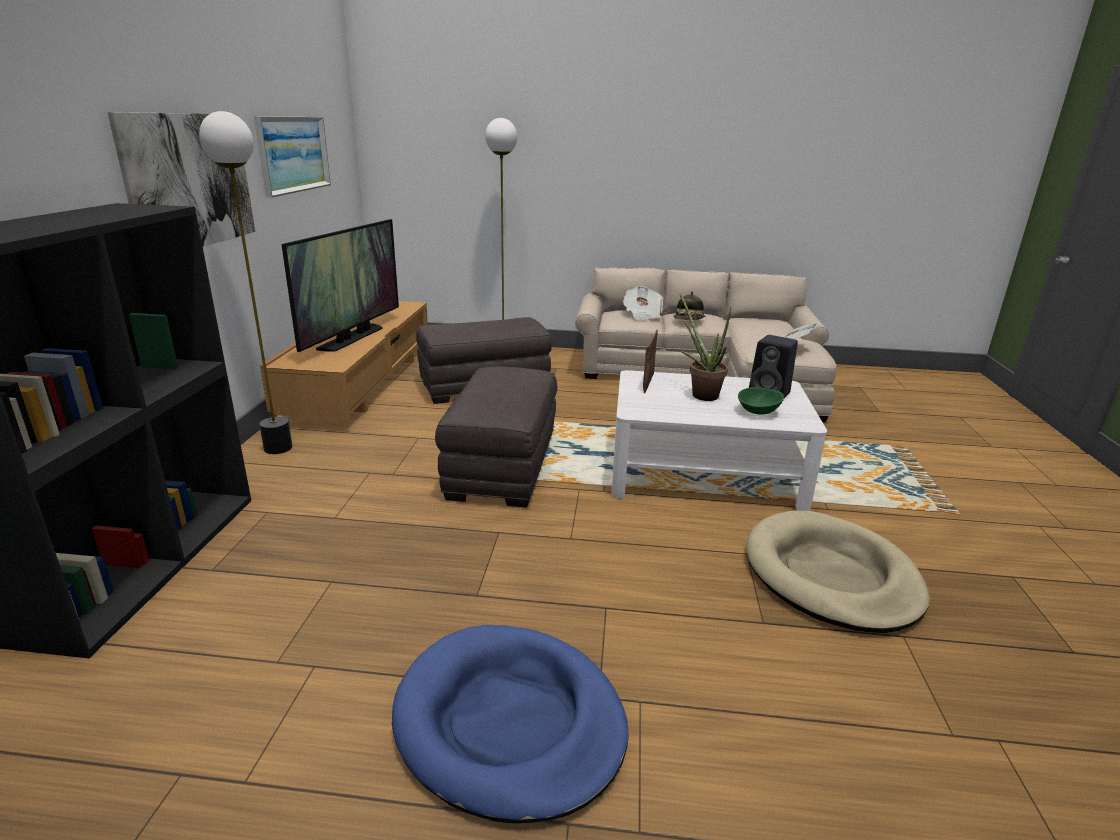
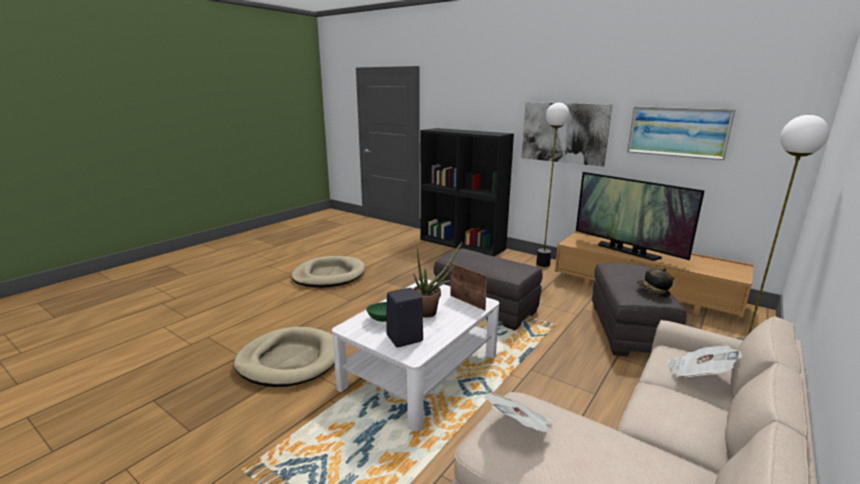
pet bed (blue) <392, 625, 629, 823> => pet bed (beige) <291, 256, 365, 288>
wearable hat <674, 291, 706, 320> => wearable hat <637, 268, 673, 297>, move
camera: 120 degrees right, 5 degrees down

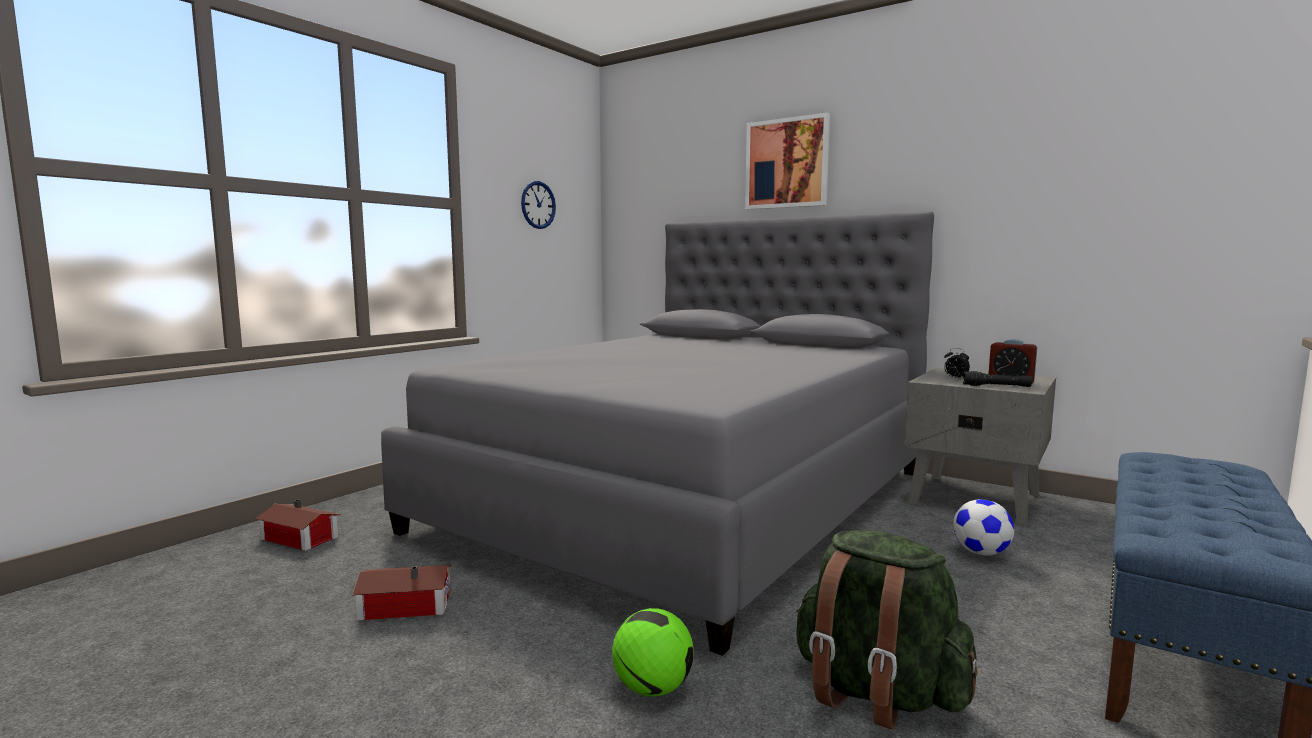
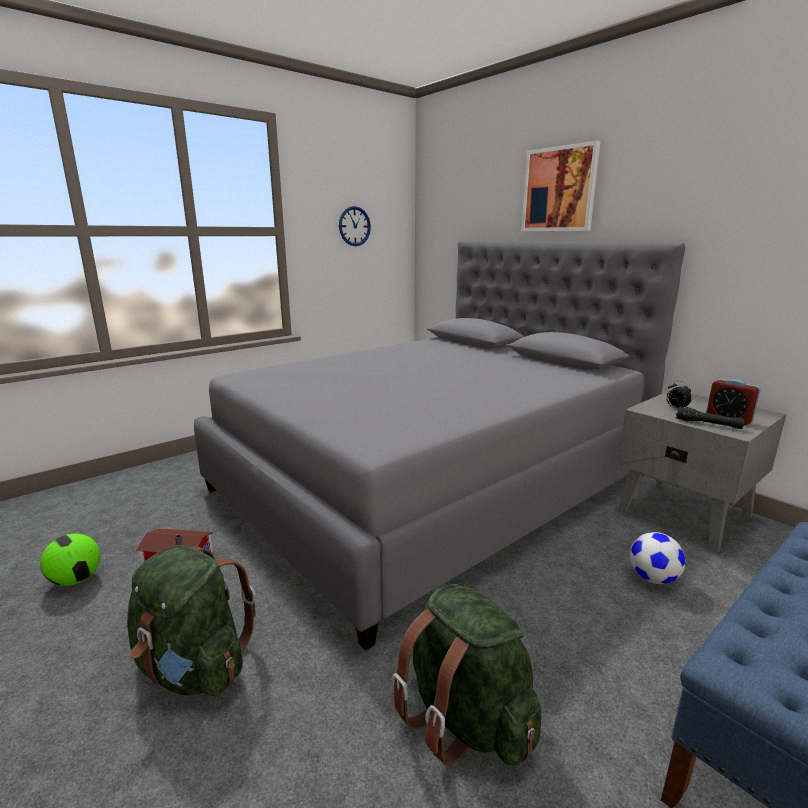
toy house <255, 500, 340, 551> => nothing
football ball <612, 608, 694, 696> => football ball <40, 534, 100, 586>, move
nothing => backpack (green) <127, 545, 256, 696>
camera: 15 degrees right, 10 degrees up

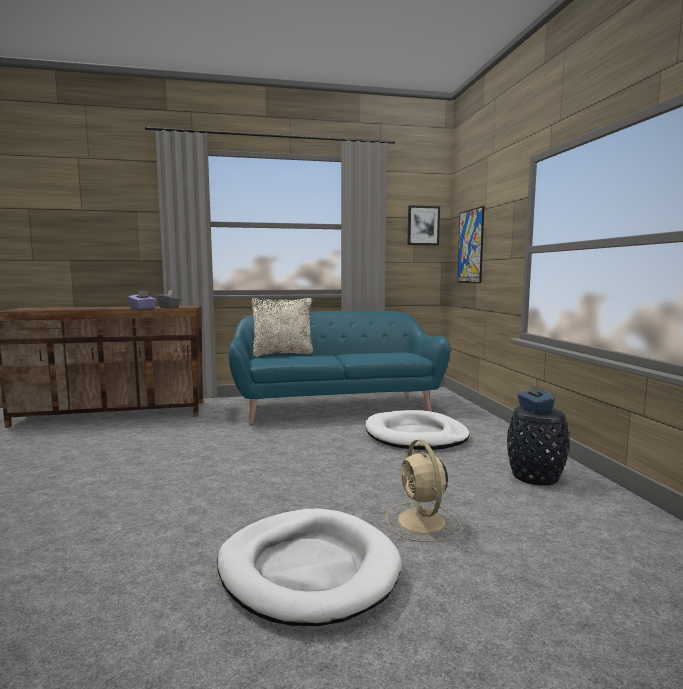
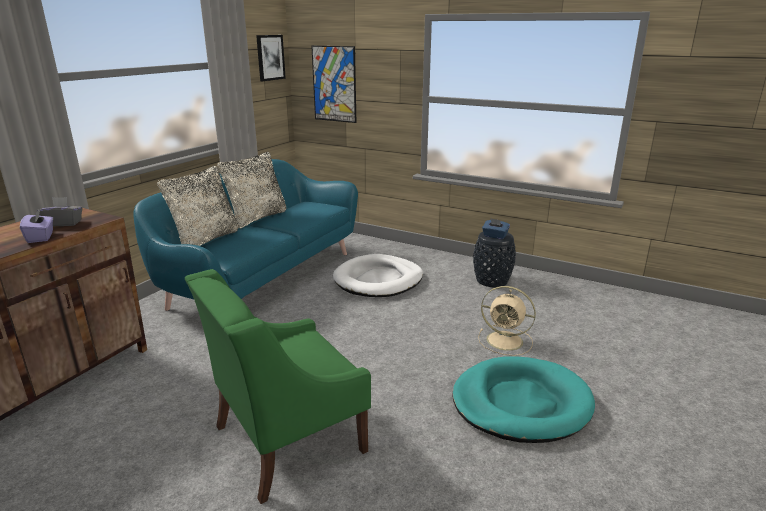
pet bed (whitish) <217, 509, 401, 626> => pet bed (turquoise-coloured) <452, 357, 595, 443>
nothing => easy chair (green) <185, 269, 371, 504>
nothing => pillow (beige) <217, 152, 286, 228>
camera: 50 degrees left, 15 degrees up

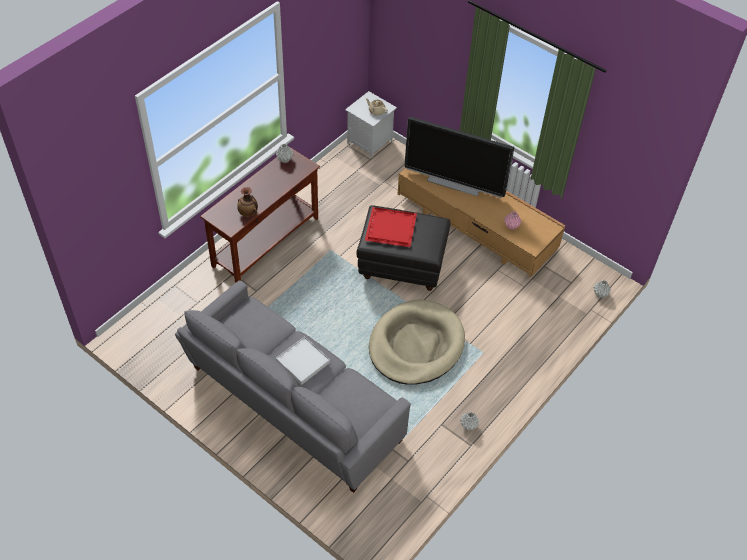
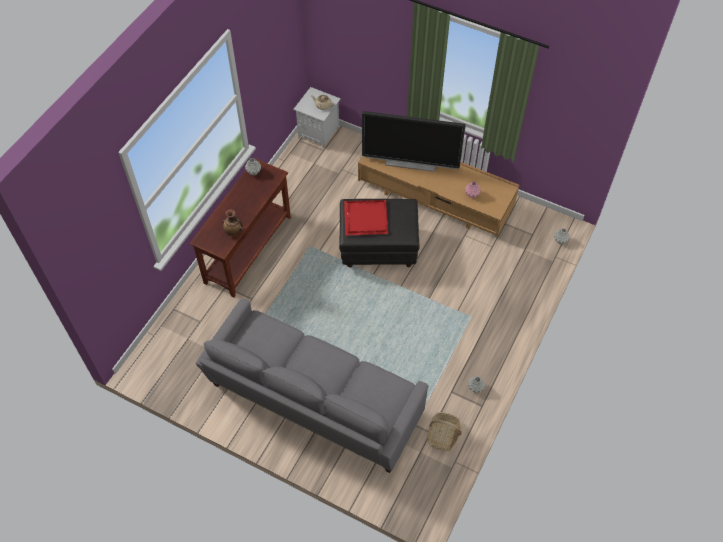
serving tray (whitish) <276, 336, 330, 385> => nothing
pet bed (beige) <369, 300, 465, 385> => nothing
nothing => basket <428, 412, 462, 451>
camera: 10 degrees left, 5 degrees up

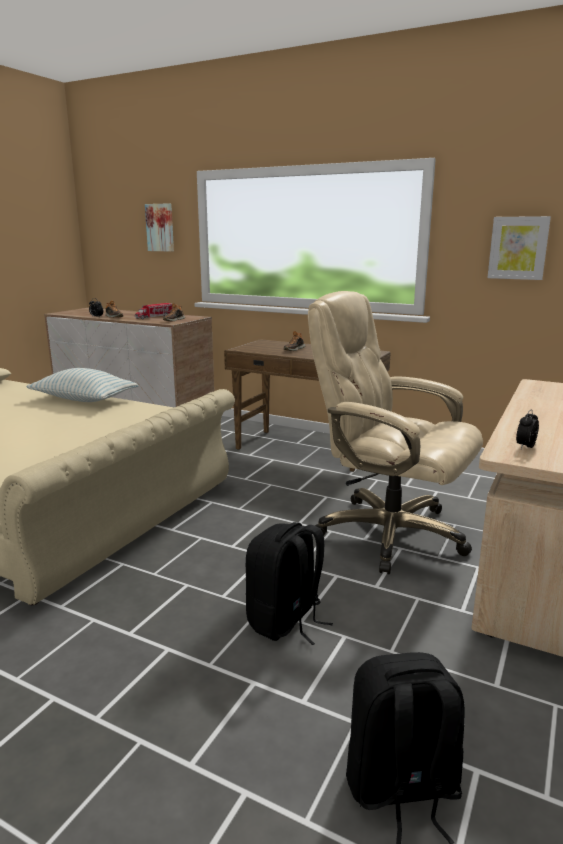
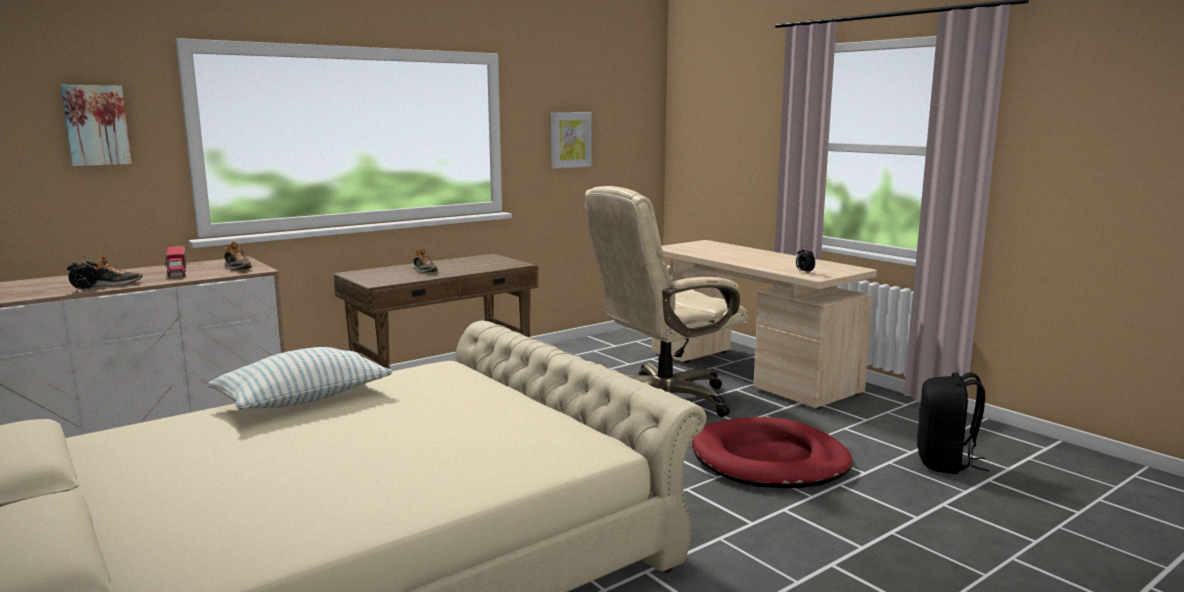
backpack (black) <246, 522, 333, 645> => pet bed (red-coloured) <692, 417, 853, 488>
camera: 65 degrees left, 5 degrees down

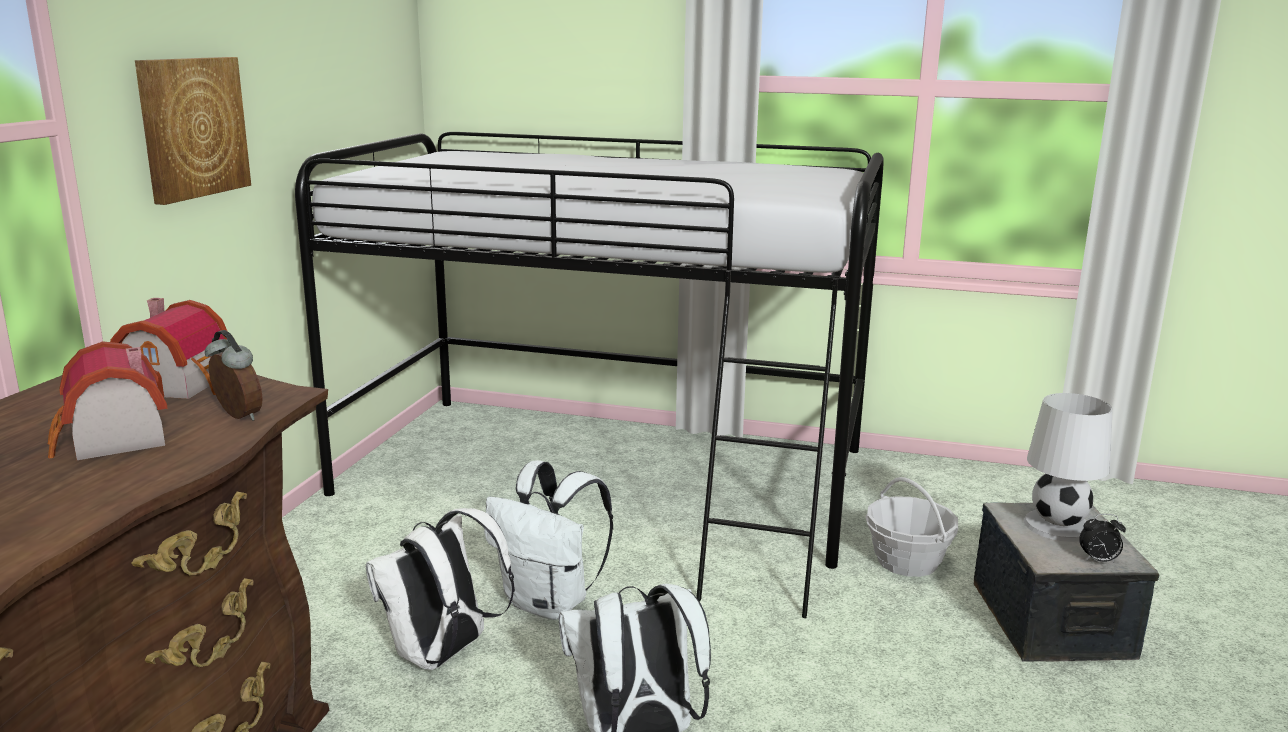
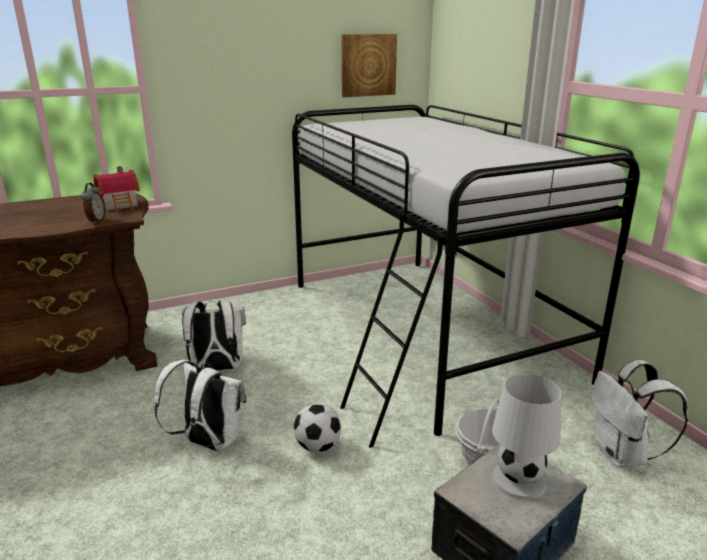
toy house <48, 341, 168, 460> => nothing
wall art <135, 57, 251, 205> => wall art <342, 34, 397, 97>, move
backpack (whitish) <484, 460, 613, 620> => backpack (whitish) <591, 360, 688, 467>, move
alarm clock <1079, 514, 1126, 562> => nothing
nothing => football ball <294, 404, 341, 452>
camera: 50 degrees right, 5 degrees up

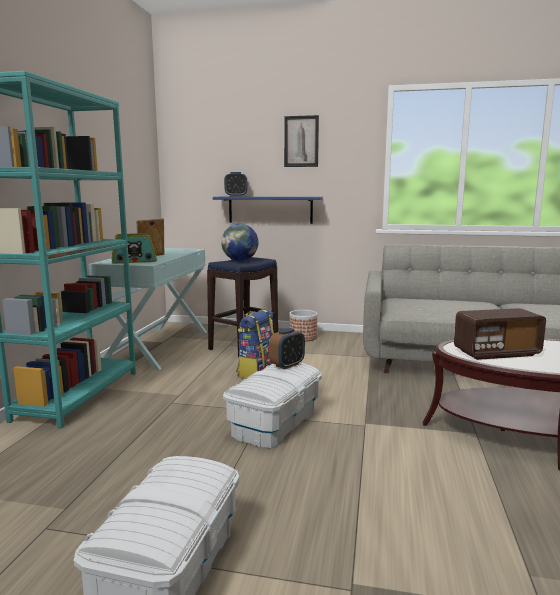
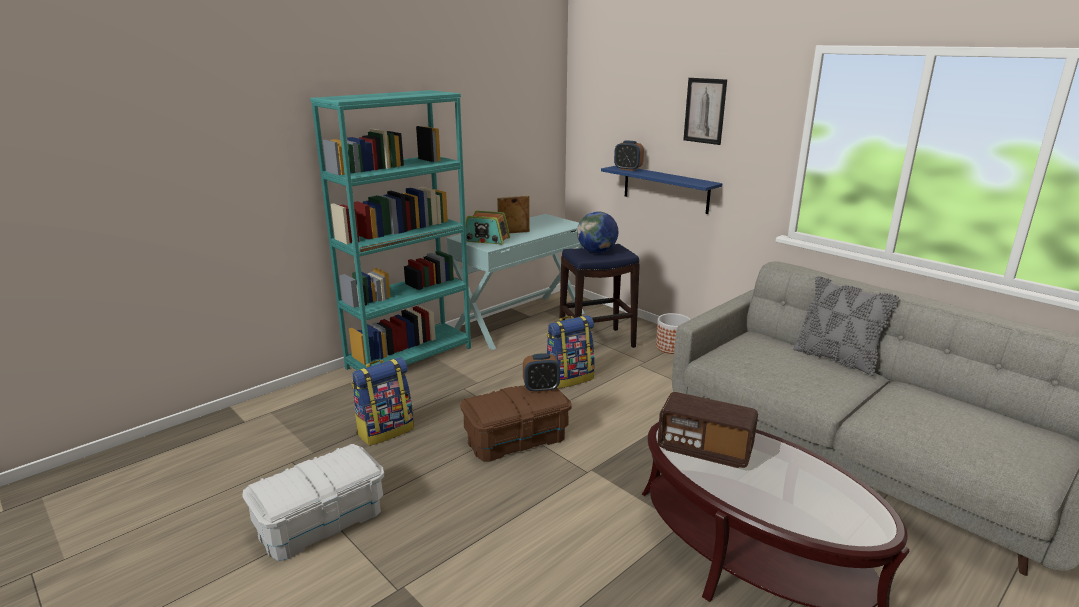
storage bin (whitish) <223, 363, 322, 448> => storage bin (brown-coloured) <460, 385, 572, 462>
nothing => backpack <352, 357, 414, 446>
nothing => pillow (greyish) <793, 276, 899, 376>
camera: 35 degrees right, 10 degrees up

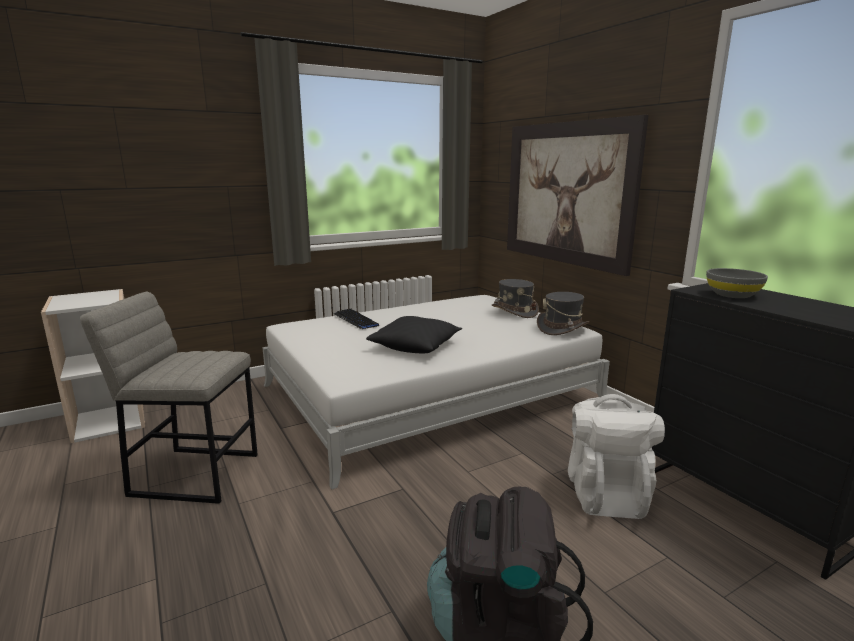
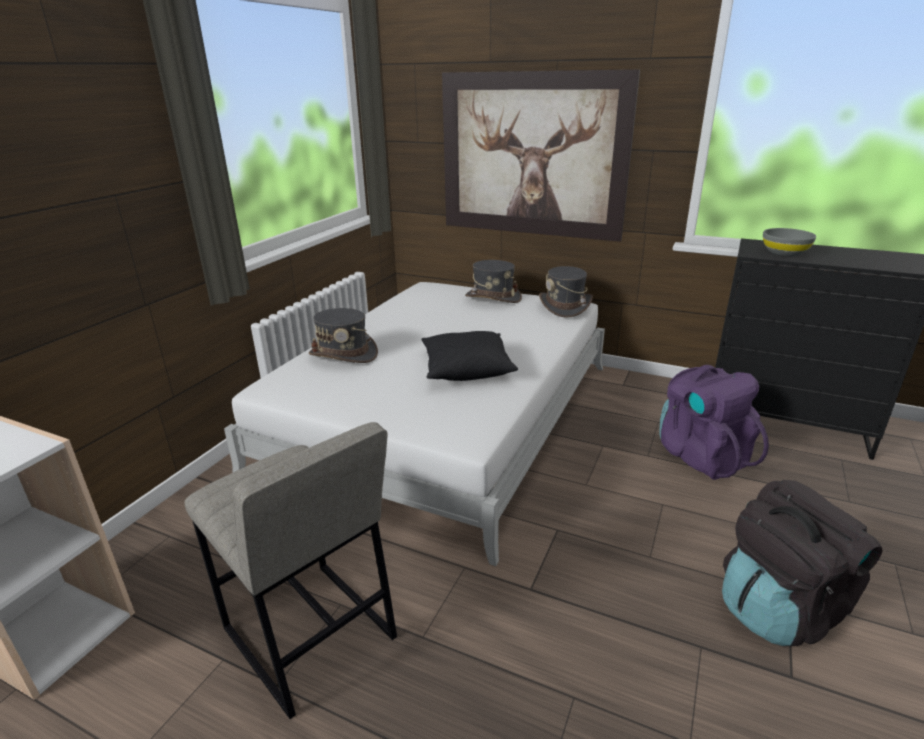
upright chair (greyish) <80, 292, 258, 504> => upright chair (greyish) <184, 422, 397, 719>, 105 degrees counterclockwise
PC keyboard <334, 309, 379, 329> => wearable hat (greyish) <309, 308, 378, 363>
backpack (whitish) <568, 394, 665, 519> => backpack (purple-coloured) <659, 365, 769, 480>
camera: 35 degrees left, 10 degrees up

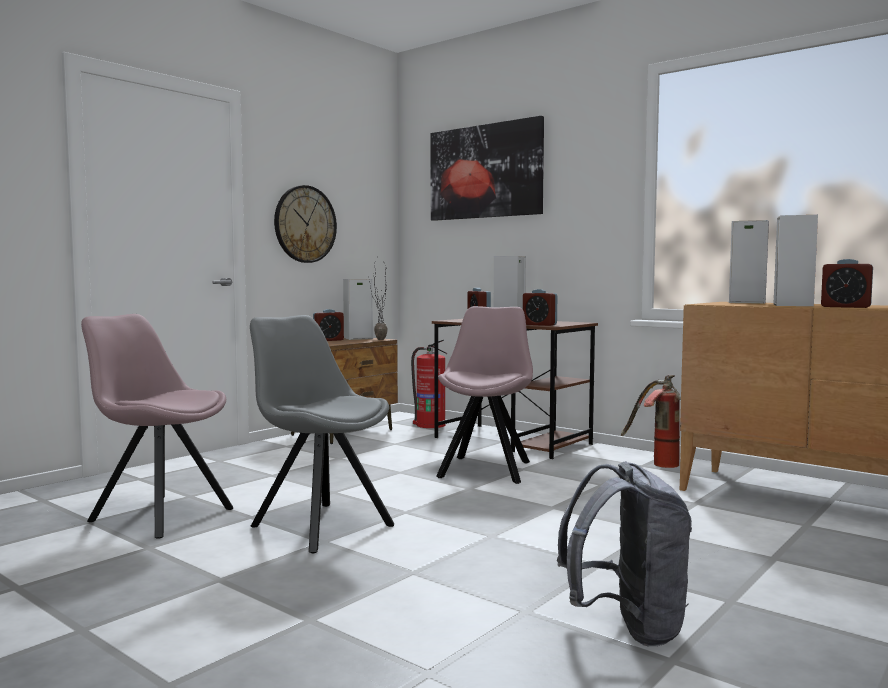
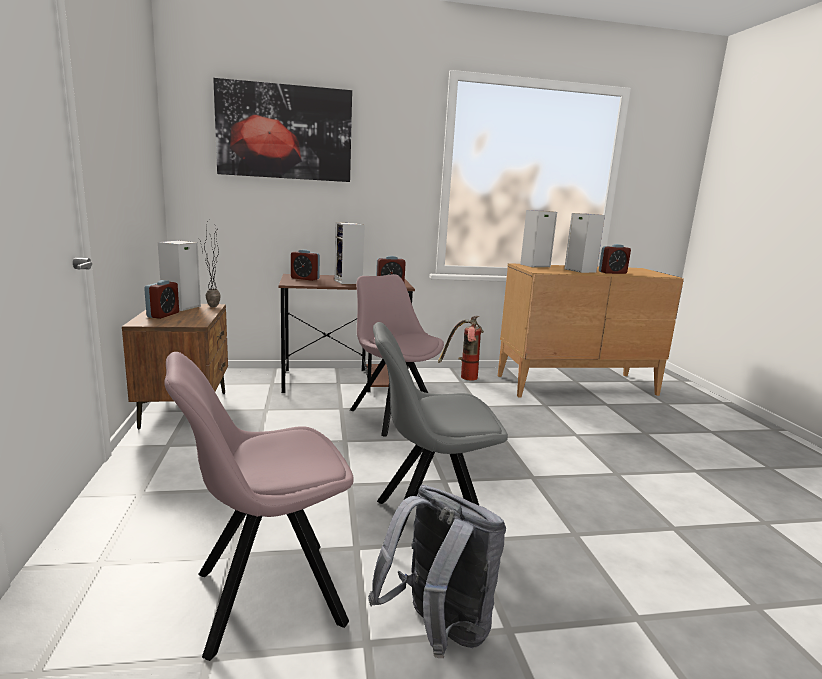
clock on the wall <274, 185, 337, 263> => nothing
fire-fighting cylinder <411, 340, 447, 428> => nothing
backpack (greyish) <557, 461, 692, 646> => backpack (greyish) <368, 485, 506, 658>, move
camera: 50 degrees left, 10 degrees up

